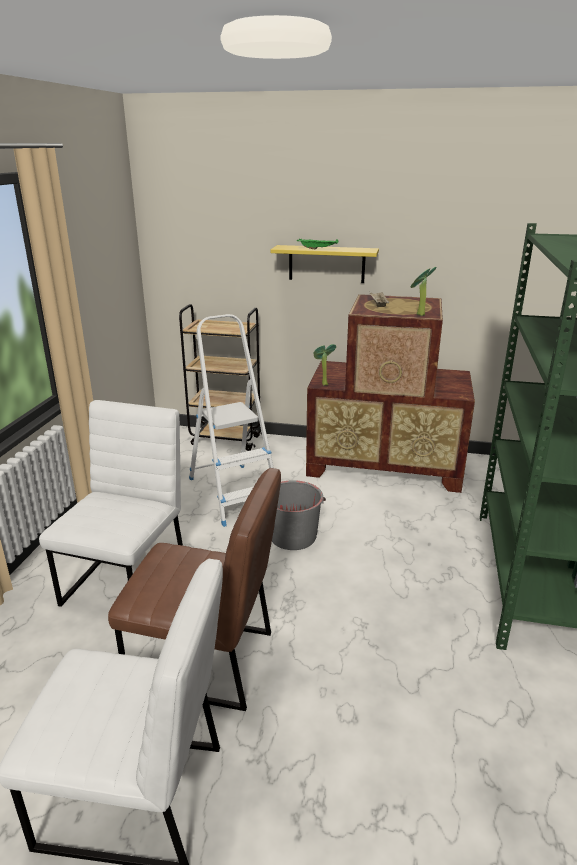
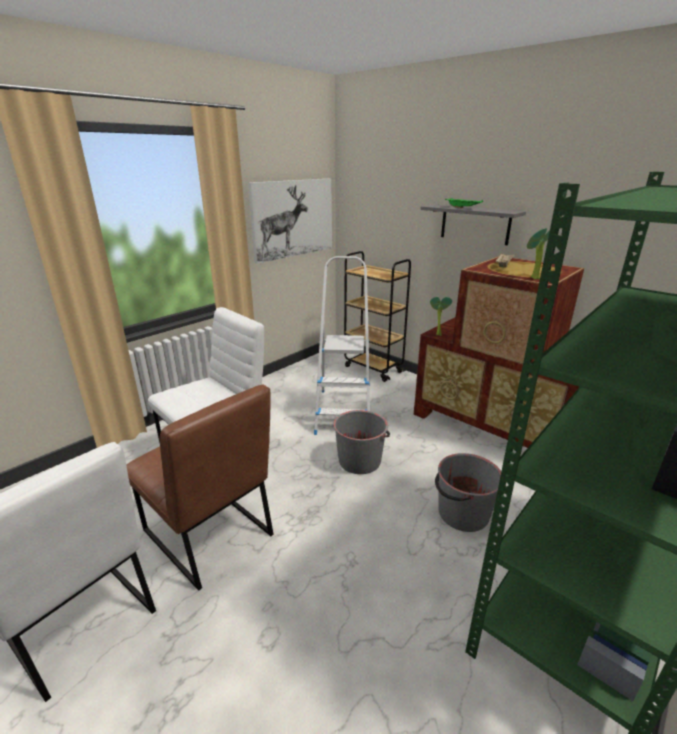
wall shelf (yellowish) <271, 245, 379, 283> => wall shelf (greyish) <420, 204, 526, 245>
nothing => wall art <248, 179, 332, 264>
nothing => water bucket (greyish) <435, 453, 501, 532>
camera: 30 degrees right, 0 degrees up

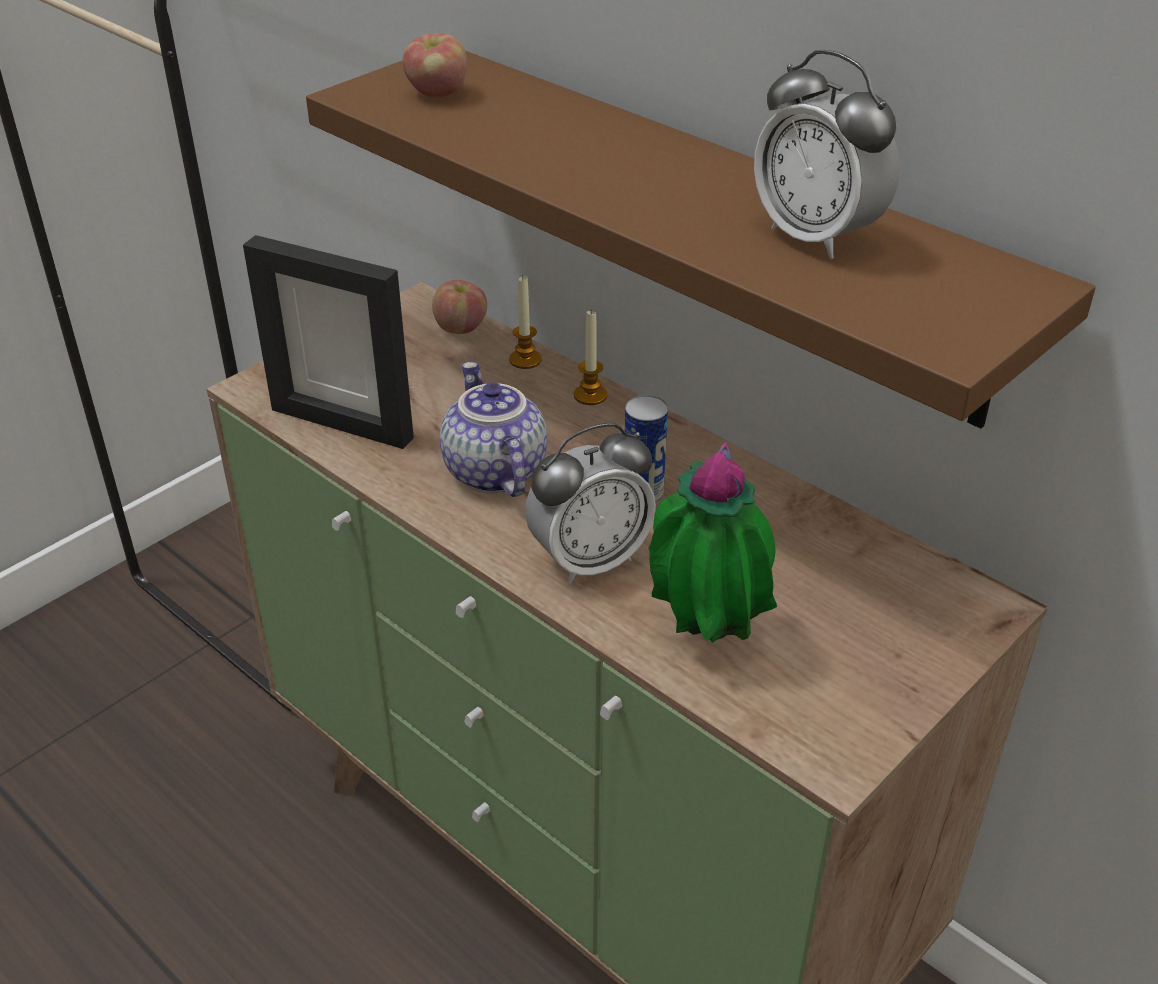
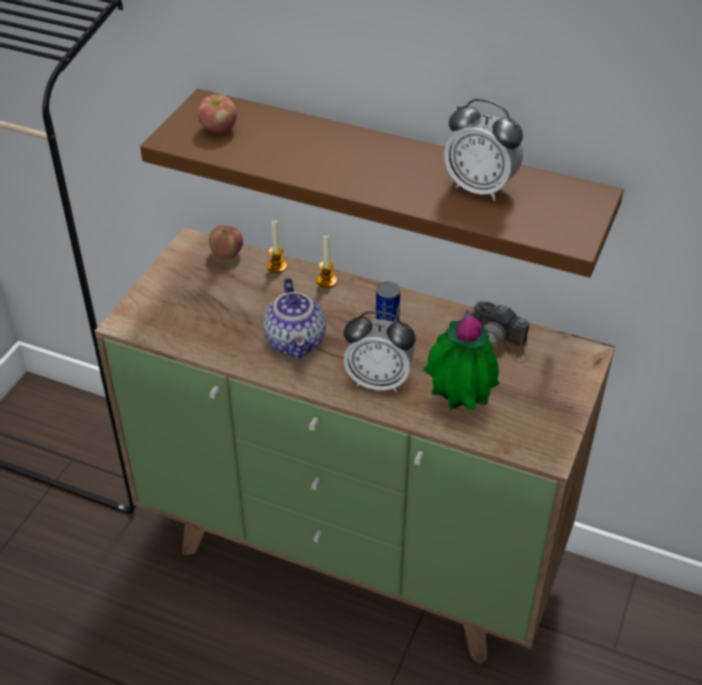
photo frame <243, 235, 414, 449> => nothing
teapot <440, 362, 547, 497> => teapot <263, 278, 326, 359>, 150 degrees counterclockwise
alarm clock <525, 423, 656, 584> => alarm clock <344, 311, 415, 392>, 60 degrees clockwise
nothing => photo camera <471, 301, 529, 363>
camera: 20 degrees left, 5 degrees up

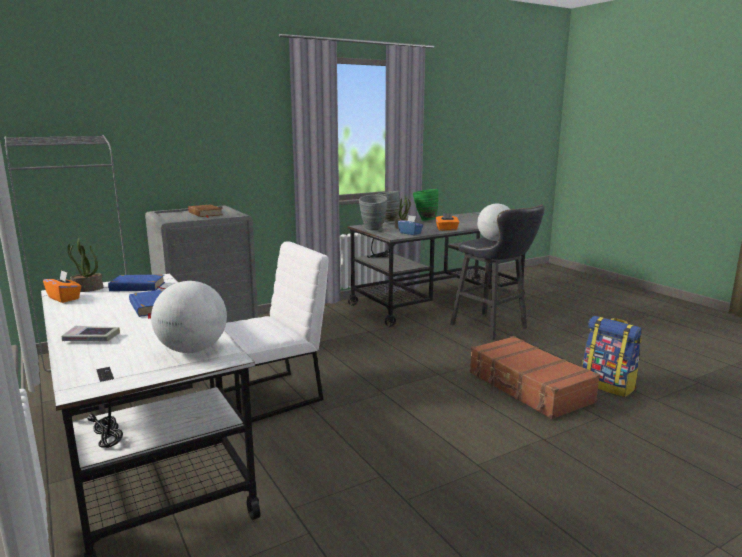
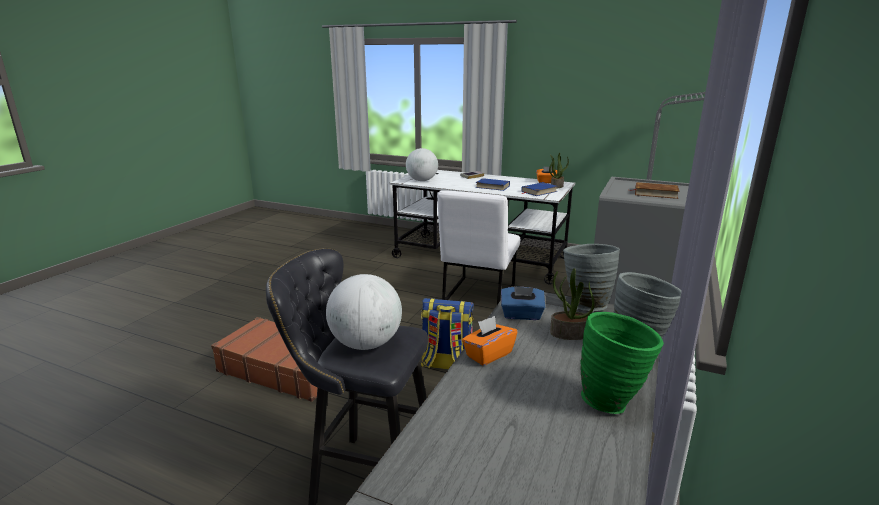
backpack <582, 316, 642, 397> => backpack <421, 298, 474, 370>, move
camera: 145 degrees right, 5 degrees up

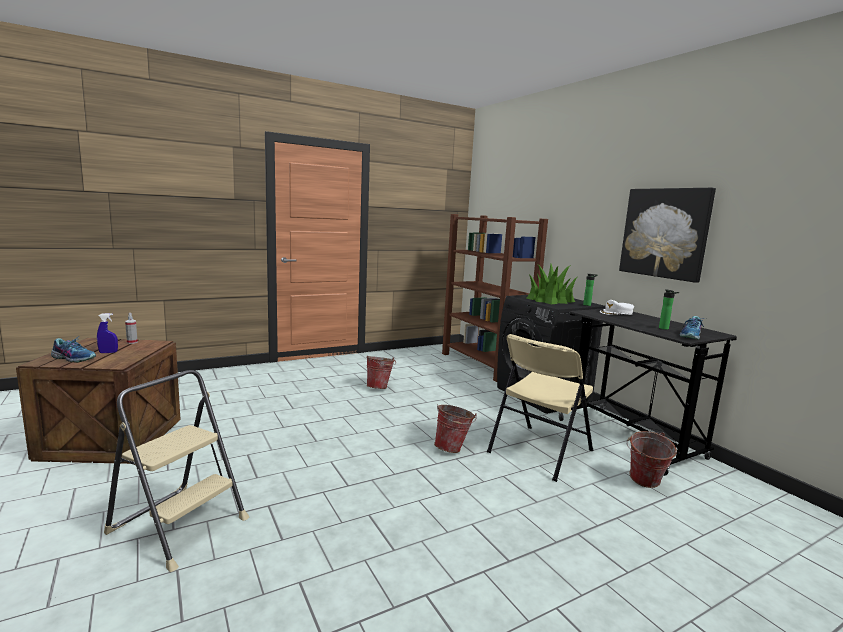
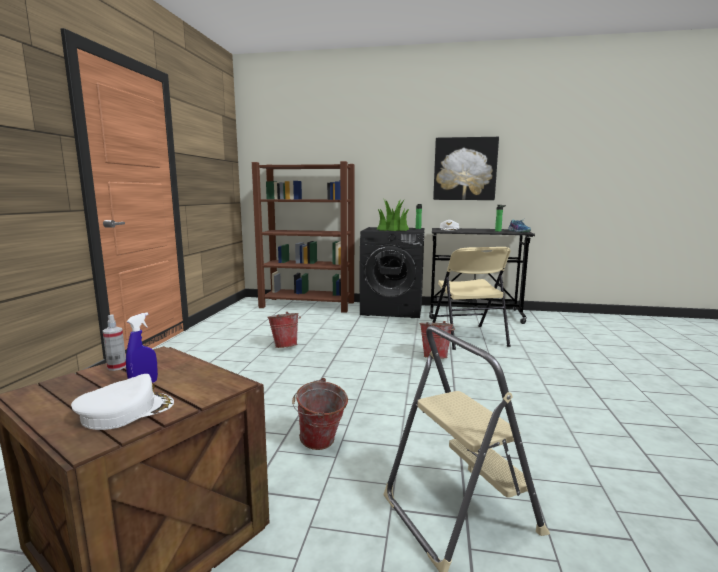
shoe <51, 336, 96, 363> => baseball cap (whitish) <71, 374, 174, 430>
water bucket <627, 431, 677, 488> => water bucket <292, 378, 348, 450>, move
camera: 50 degrees left, 0 degrees up

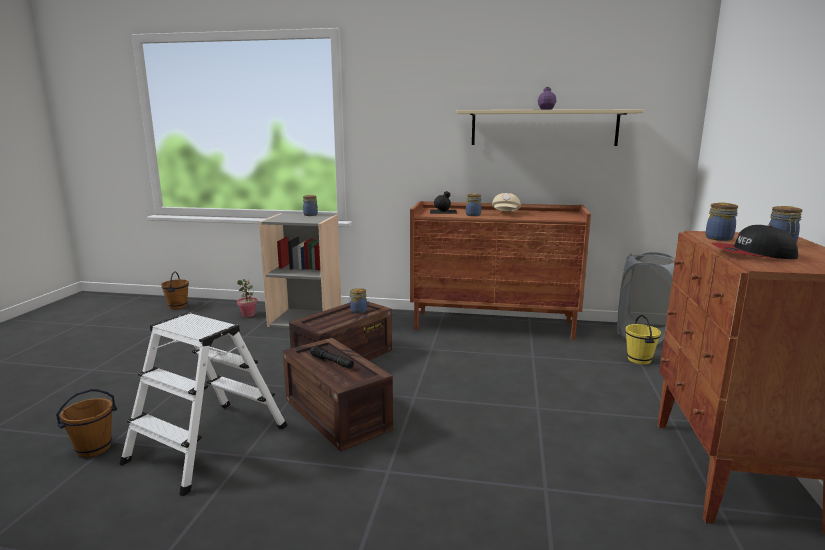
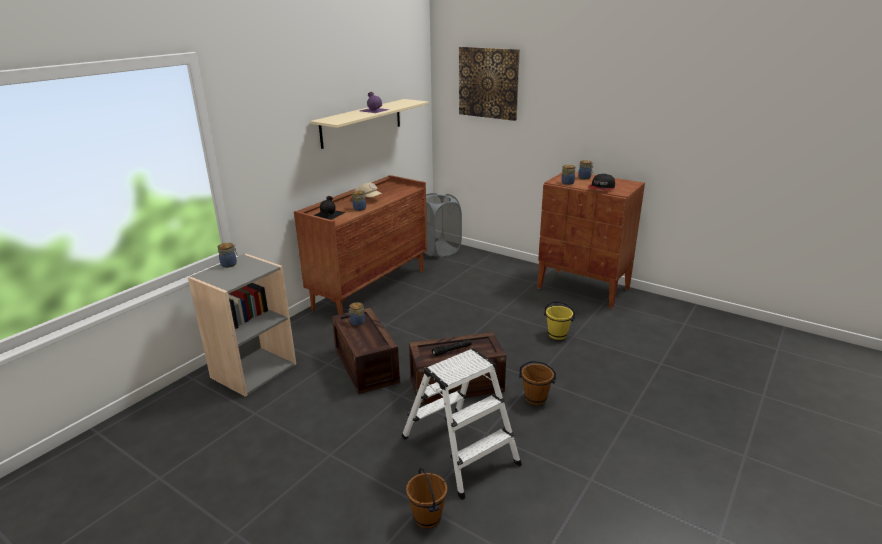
water bucket (brown-coloured) <161, 271, 189, 309> => water bucket (brown-coloured) <519, 361, 556, 405>, move
plant in a pot <237, 279, 258, 317> => nothing
water bucket (yellowish) <625, 315, 661, 365> => water bucket (yellowish) <544, 301, 575, 340>, move
nothing => wall art <459, 47, 520, 121>
camera: 65 degrees left, 10 degrees up

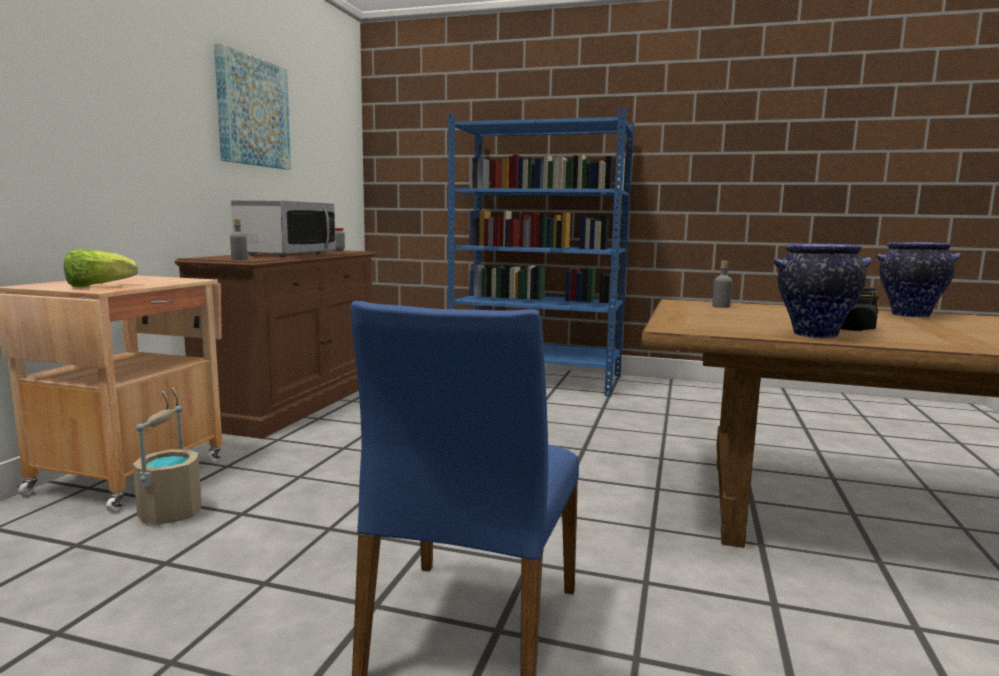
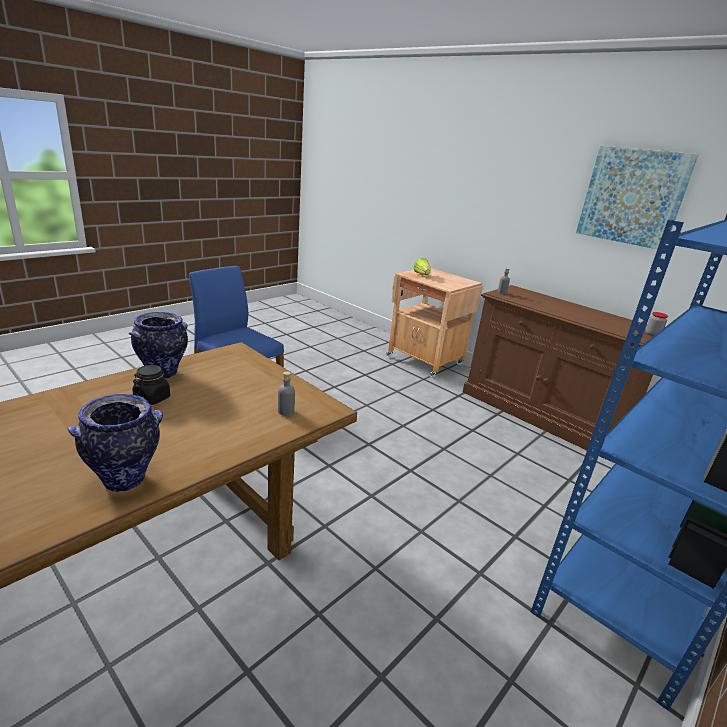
water bucket (beige) <133, 406, 202, 525> => nothing
microwave oven <231, 200, 336, 257> => nothing
camera: 115 degrees right, 15 degrees up

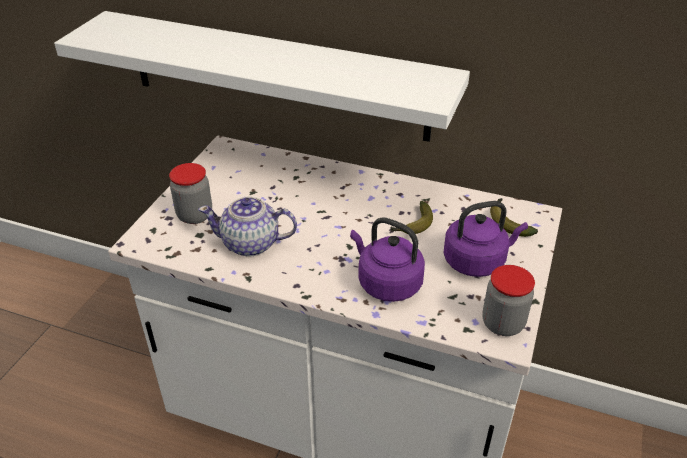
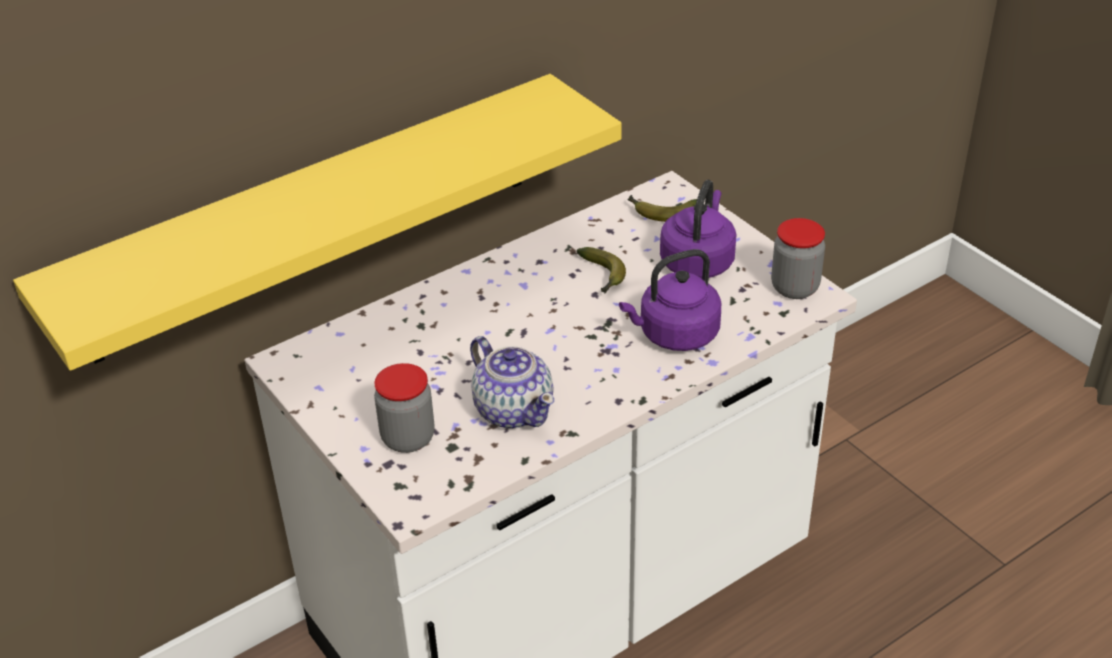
wall shelf (whitish) <54, 11, 470, 142> => wall shelf (yellowish) <13, 74, 622, 371>
teapot <198, 197, 297, 257> => teapot <470, 336, 554, 429>, 75 degrees counterclockwise
camera: 55 degrees left, 0 degrees up

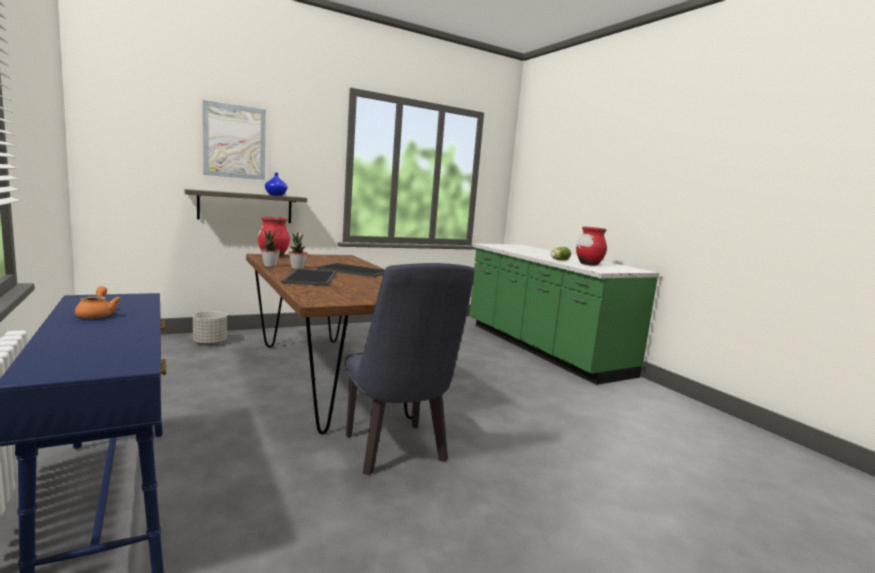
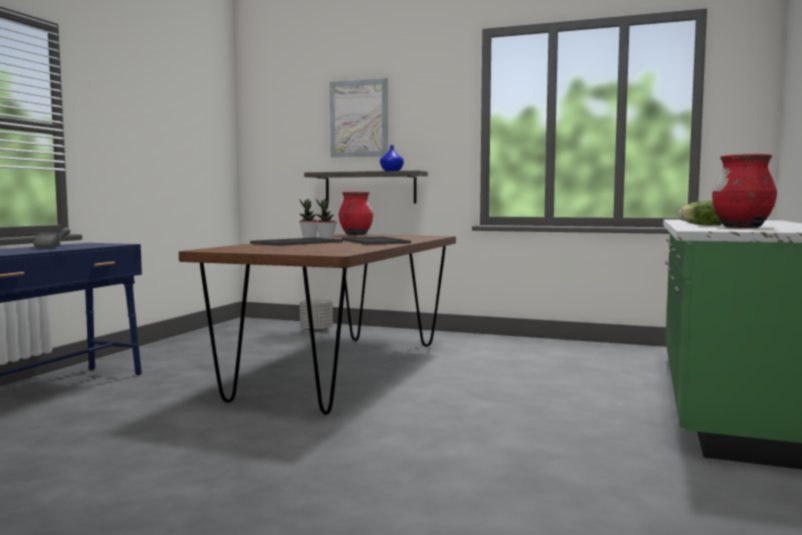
teapot (orangey) <75, 286, 121, 319> => teapot (greyish) <33, 227, 70, 248>
upright chair (blue) <345, 263, 475, 475> => nothing
camera: 50 degrees right, 5 degrees down

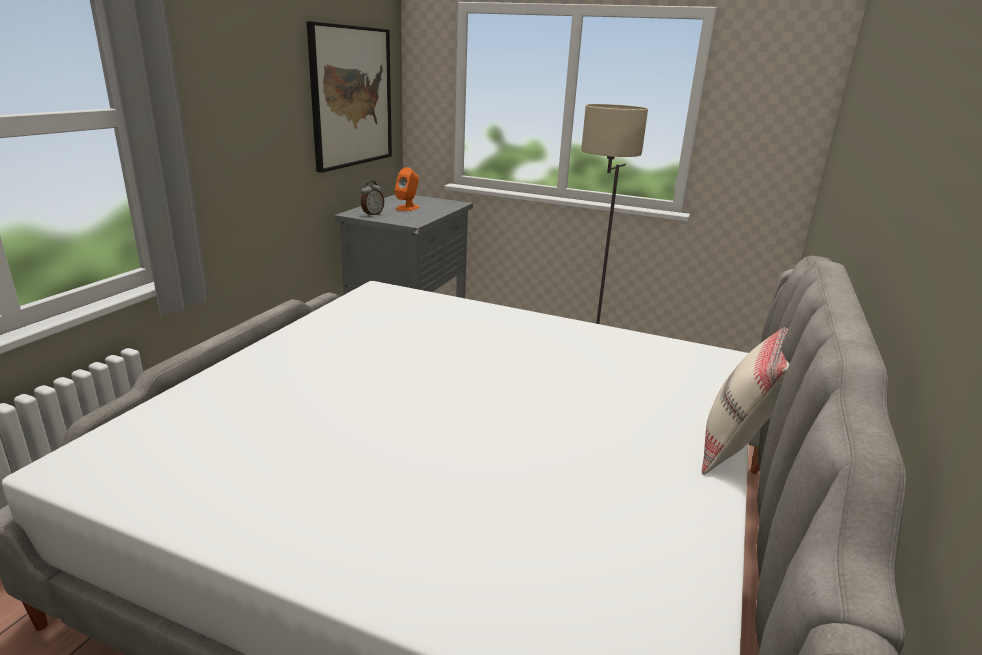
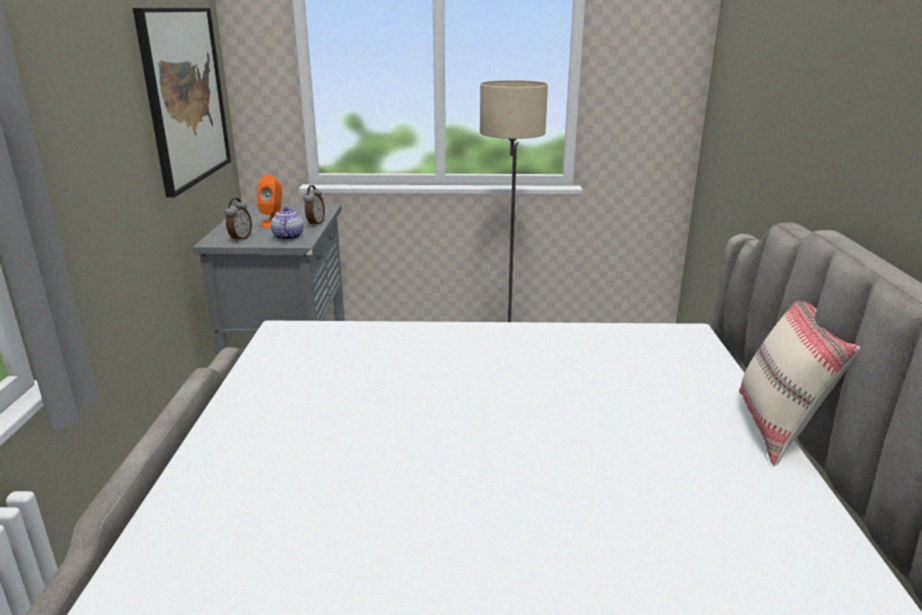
nothing => teapot <271, 207, 303, 240>
nothing => alarm clock <303, 185, 325, 227>
camera: 20 degrees left, 0 degrees up

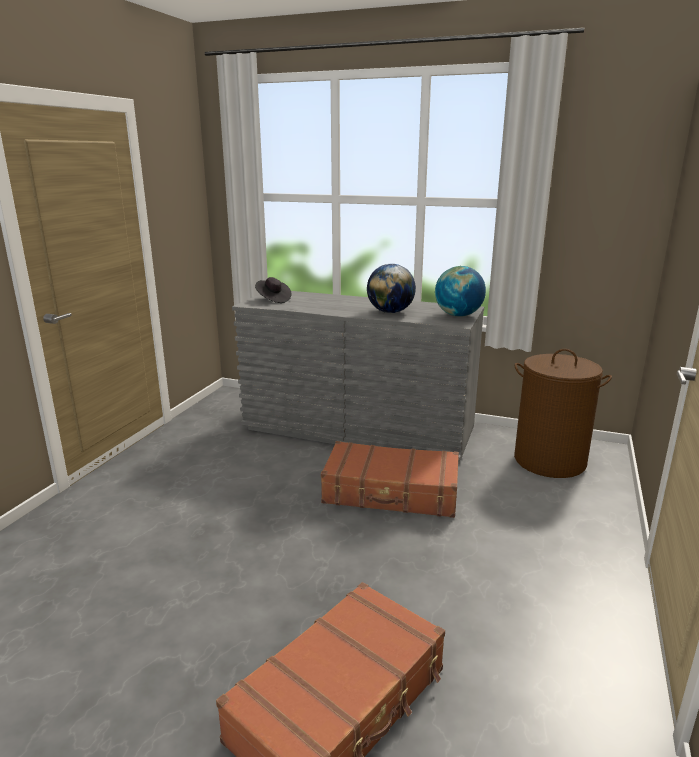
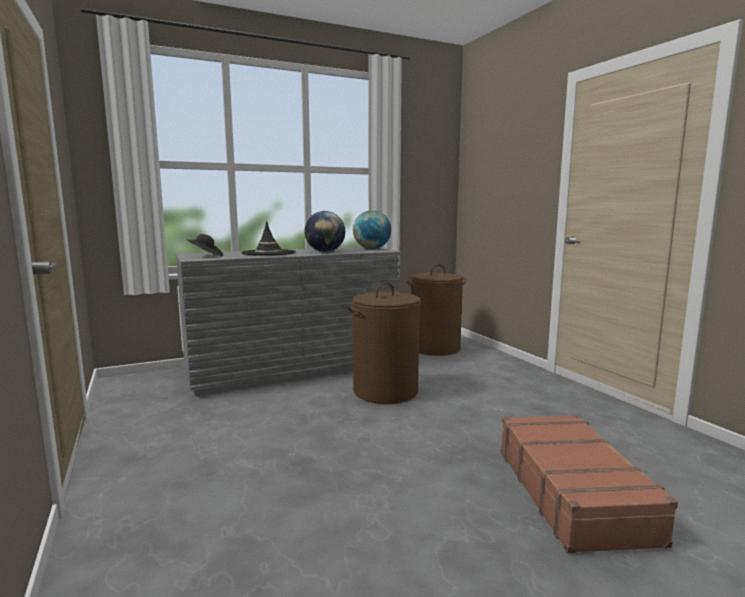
travel case (brown-coloured) <321, 441, 459, 518> => washing basket (brown-coloured) <348, 282, 421, 404>
nothing => wearable hat (black) <241, 221, 296, 256>
camera: 45 degrees left, 10 degrees down

